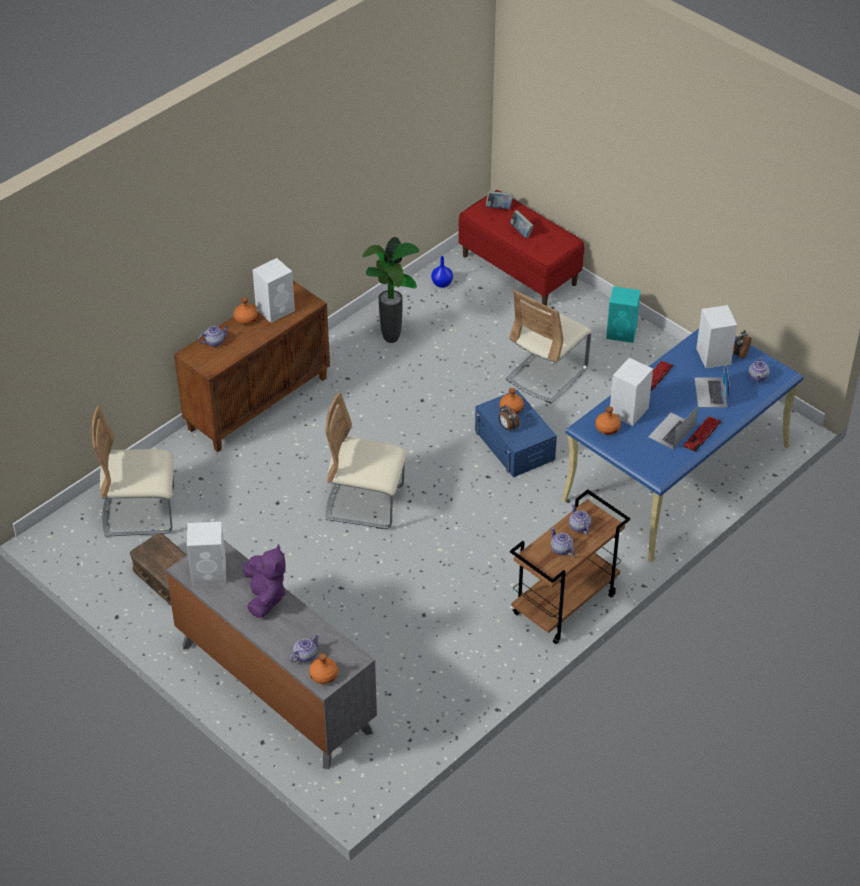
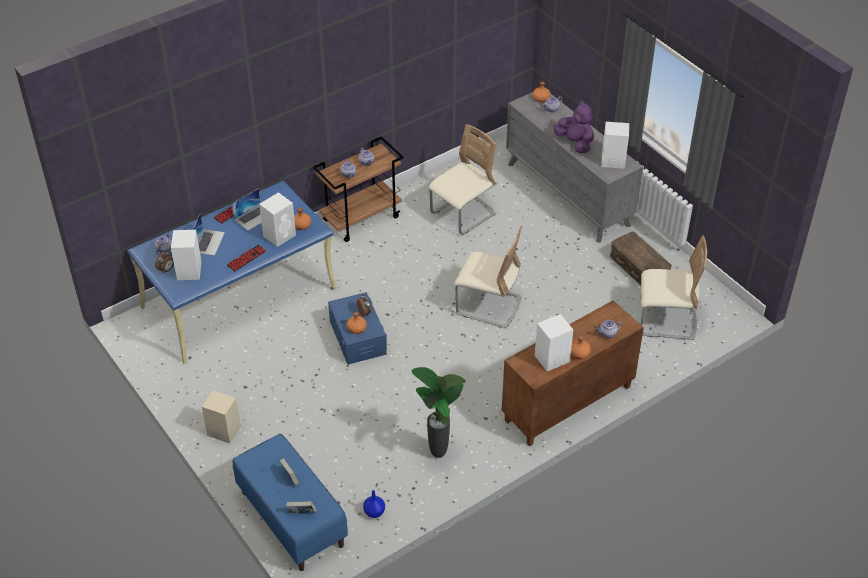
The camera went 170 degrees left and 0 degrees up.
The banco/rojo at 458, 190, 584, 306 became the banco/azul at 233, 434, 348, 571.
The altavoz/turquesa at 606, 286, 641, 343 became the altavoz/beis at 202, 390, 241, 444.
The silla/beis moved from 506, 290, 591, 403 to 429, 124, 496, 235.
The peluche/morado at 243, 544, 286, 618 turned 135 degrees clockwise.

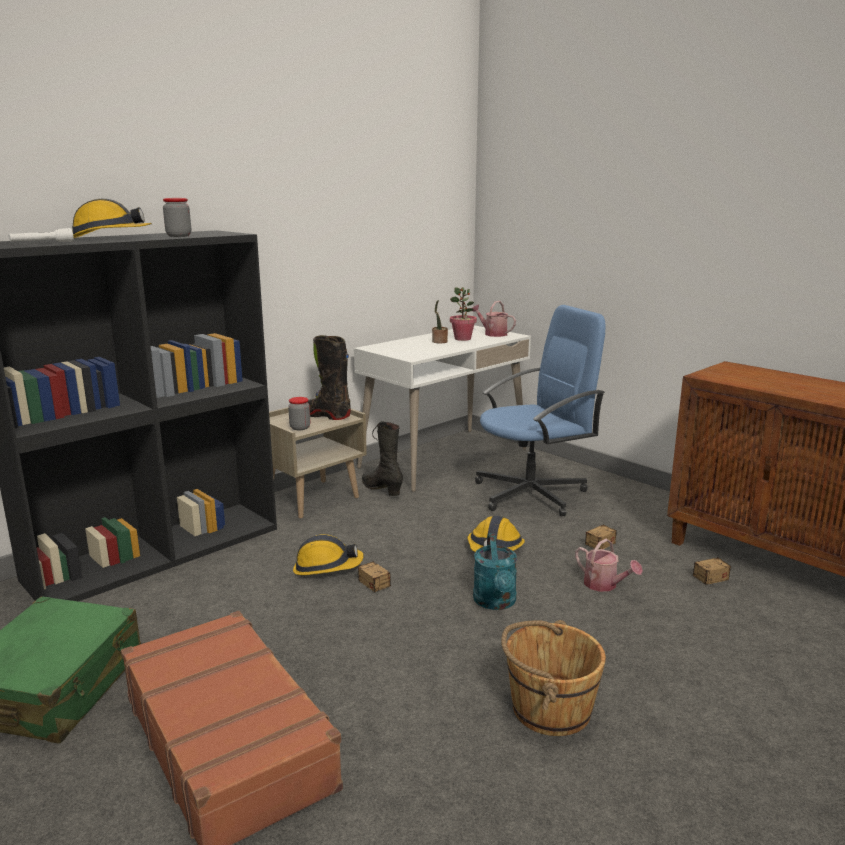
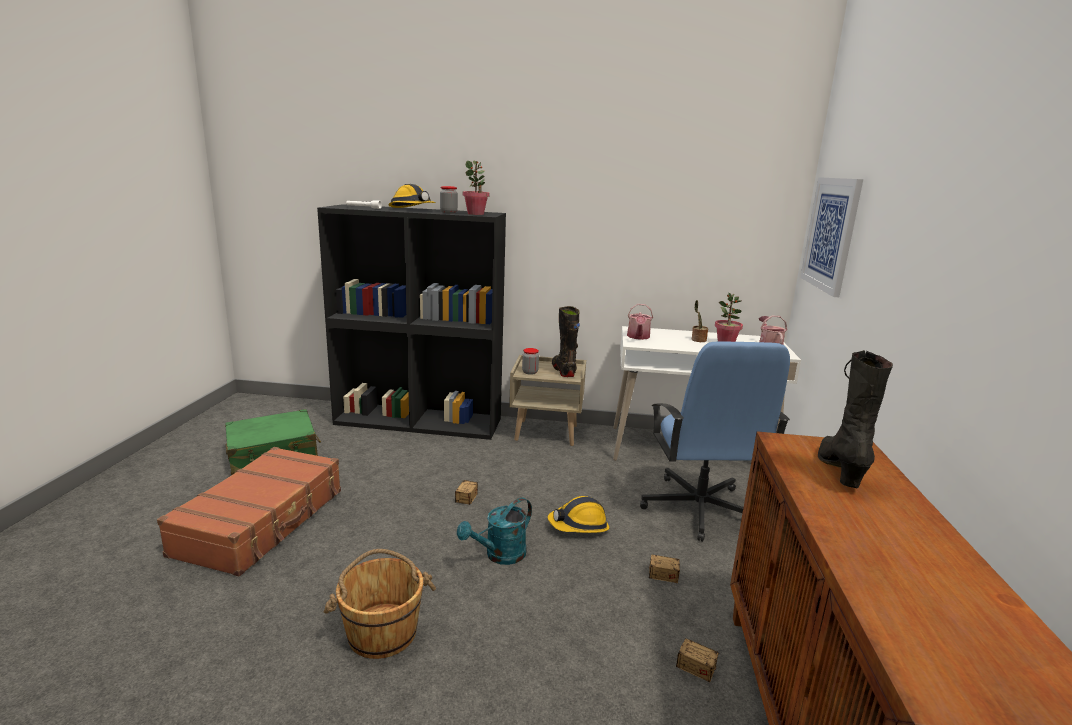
The camera went 50 degrees right and 0 degrees up.
The silla de oficina/azul at 475, 305, 606, 517 turned 60 degrees clockwise.
The bota/negro moved from 362, 421, 403, 496 to 818, 350, 893, 488.
The casco at 293, 534, 364, 575 disappeared.
The regadera moved from 575, 539, 643, 592 to 627, 304, 653, 340.
The planta en maceta at 463, 161, 490, 215 appeared.
The cuadro at 800, 177, 863, 297 appeared.

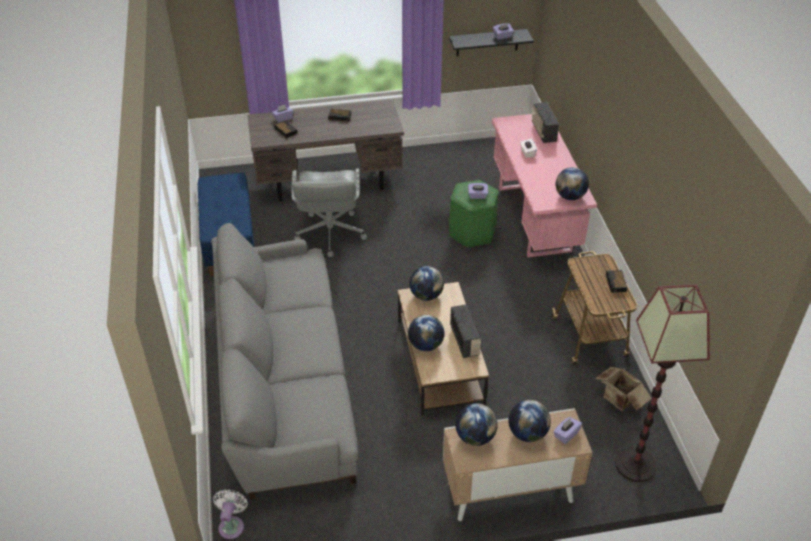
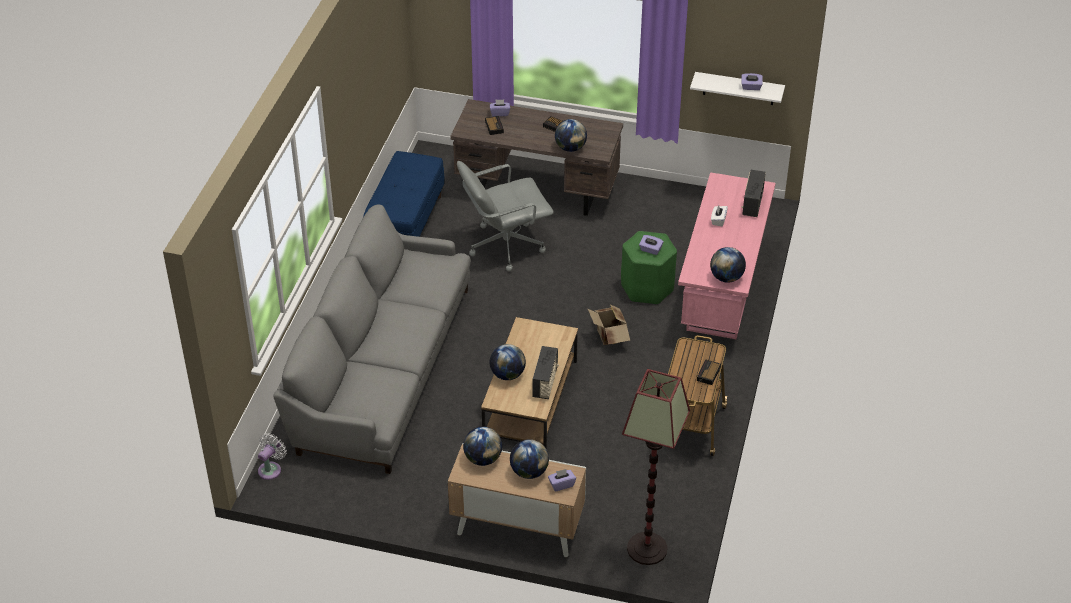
The camera went 25 degrees right and 0 degrees up.
The estante/negro at 449, 29, 534, 56 became the estante/blanco at 690, 72, 785, 105.
The silla de oficina/gris at 291, 169, 367, 257 turned 45 degrees clockwise.
The globo terráqueo moved from 409, 266, 444, 301 to 555, 119, 587, 152.
The caja de cartón moved from 595, 367, 652, 411 to 588, 304, 630, 345.

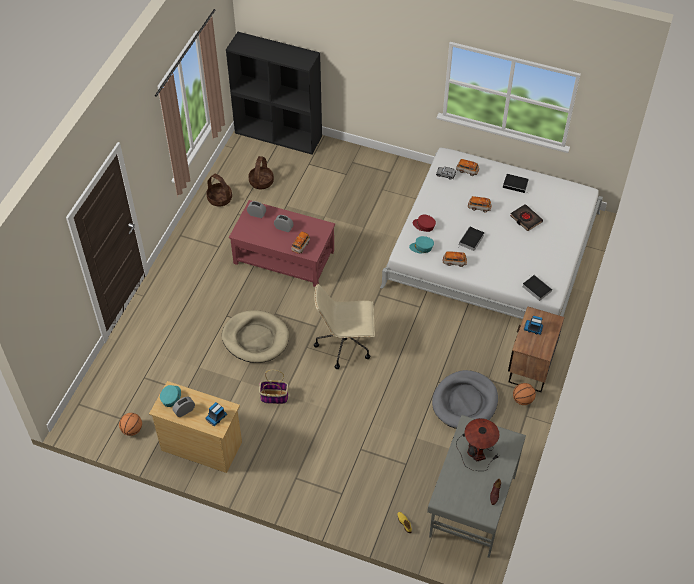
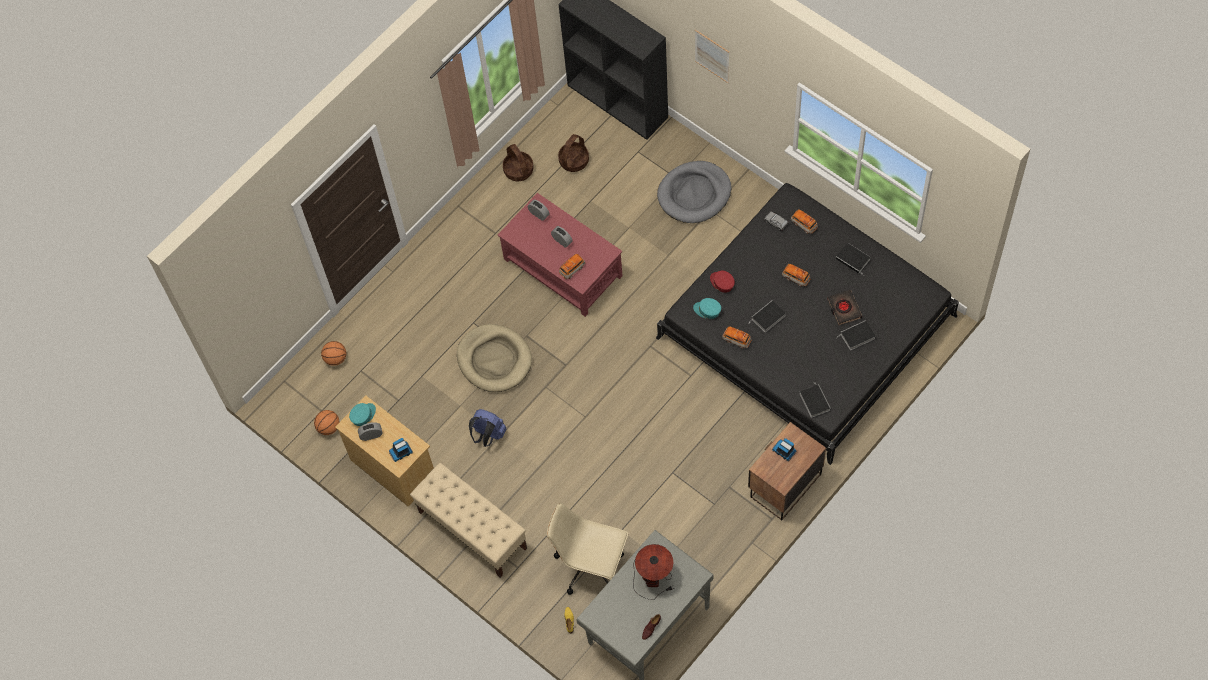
The camera went 25 degrees right and 10 degrees up.
The cama/blanco at 380, 148, 603, 341 became the cama/negro at 656, 183, 959, 465.
The silla de oficina/beis moved from 314, 284, 375, 369 to 547, 503, 628, 595.
The cesta at 259, 370, 288, 404 was replaced by the mochila/azul at 469, 409, 507, 447.
The cama para perro/gris moved from 432, 370, 498, 429 to 657, 161, 731, 223.
The balón de baloncesto moved from 513, 383, 536, 405 to 321, 341, 346, 366.
The cuadro at 695, 30, 729, 83 appeared.
The libro at 837, 320, 875, 350 appeared.
The banco/beis at 410, 463, 527, 578 appeared.

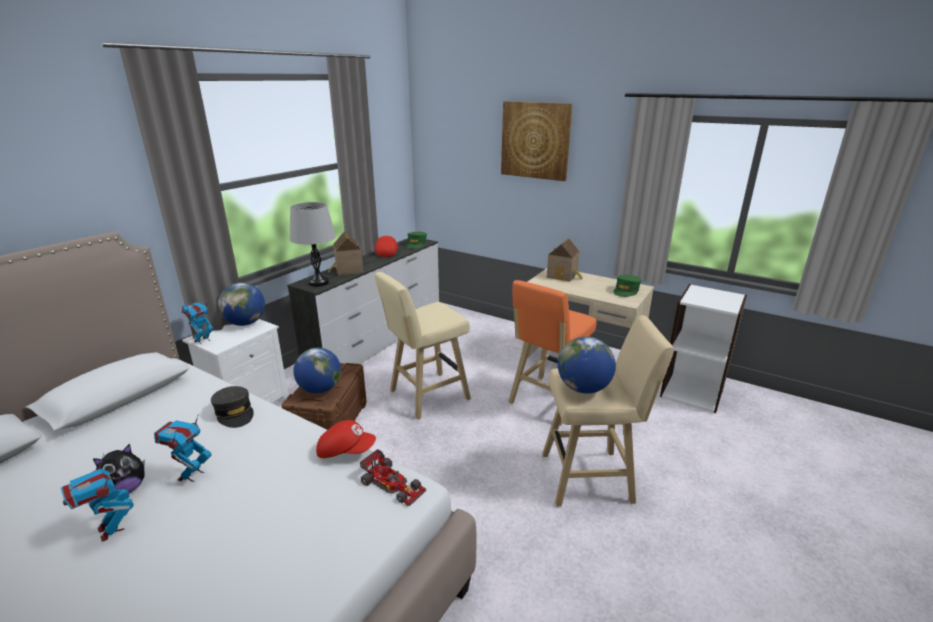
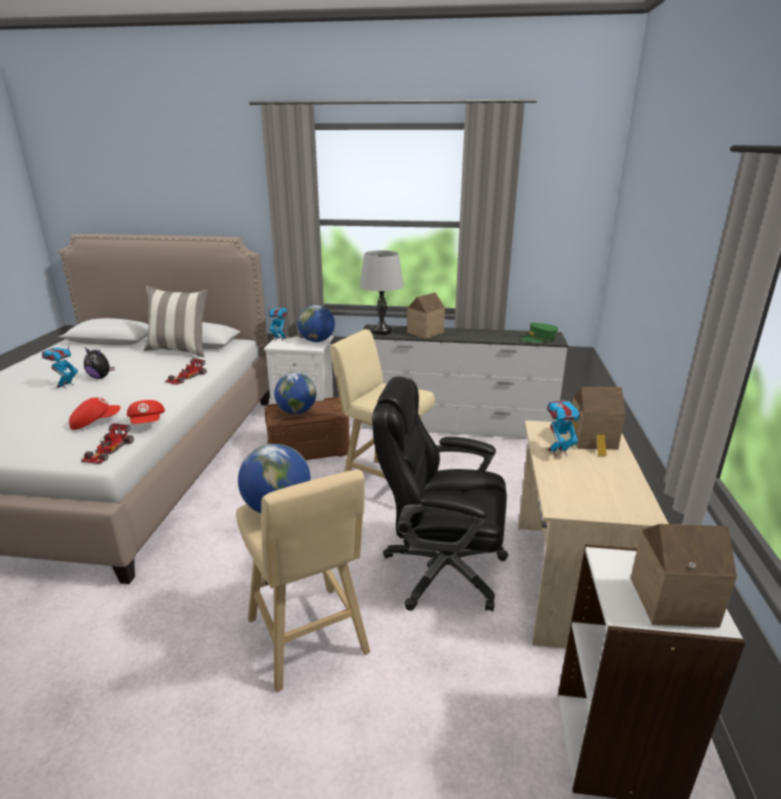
The camera went 65 degrees right and 0 degrees up.
The cuadro at 501, 101, 573, 181 disappeared.
The gorra/rojo moved from 375, 235, 398, 257 to 69, 397, 121, 430.
The gorra/verde at 614, 275, 641, 297 disappeared.
The taburete/naranja at 508, 280, 597, 425 was replaced by the silla de oficina/negro at 372, 376, 508, 612.
The gorra/gris at 211, 386, 254, 428 was replaced by the coche de juguete at 165, 358, 207, 385.
The robot de juguete moved from 154, 413, 211, 482 to 546, 400, 584, 457.
The cojín at 144, 286, 208, 357 appeared.
The casita at 631, 524, 737, 628 appeared.

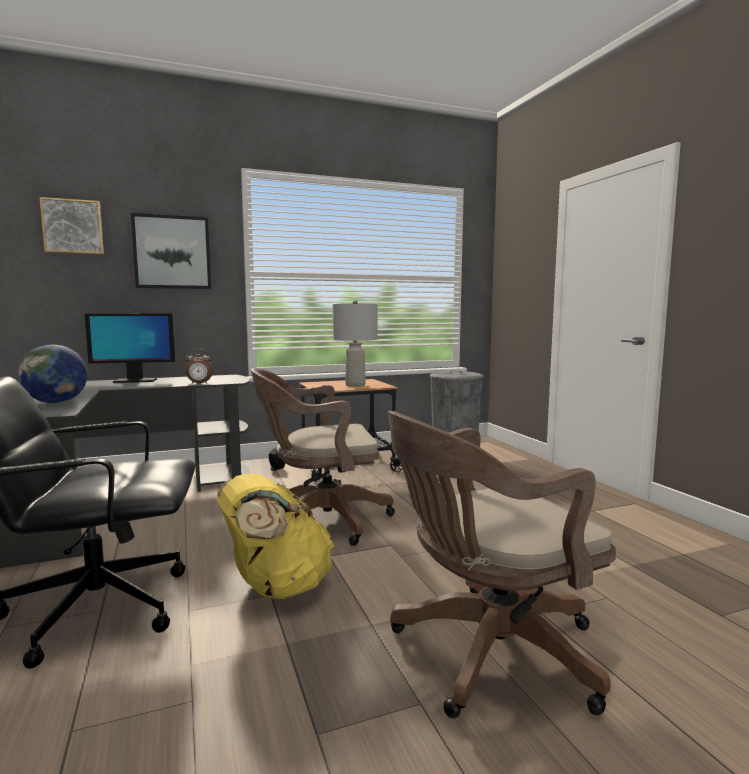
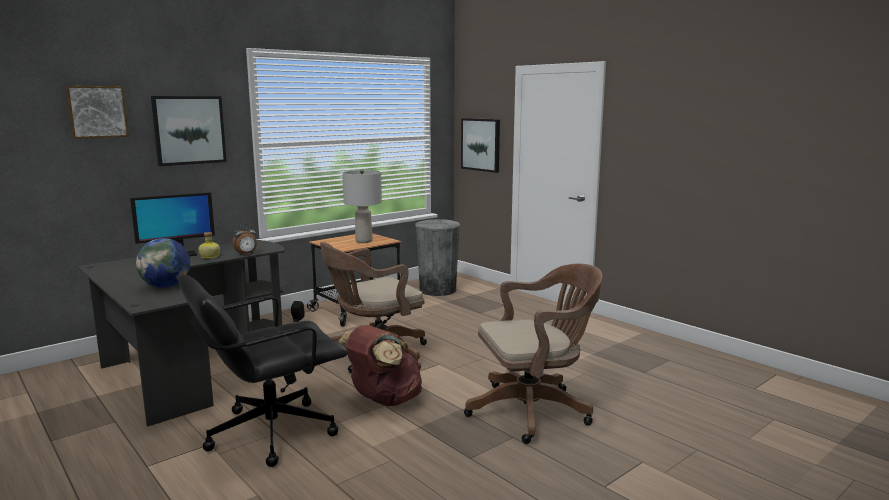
The camera went 20 degrees left and 5 degrees up.
The silla de oficina/marrón at 388, 411, 616, 718 turned 150 degrees counterclockwise.
The mochila/amarillo at 217, 473, 334, 599 became the mochila/marrón at 338, 325, 422, 406.
The cuadro at 461, 118, 500, 173 appeared.
The botella at 198, 232, 220, 258 appeared.

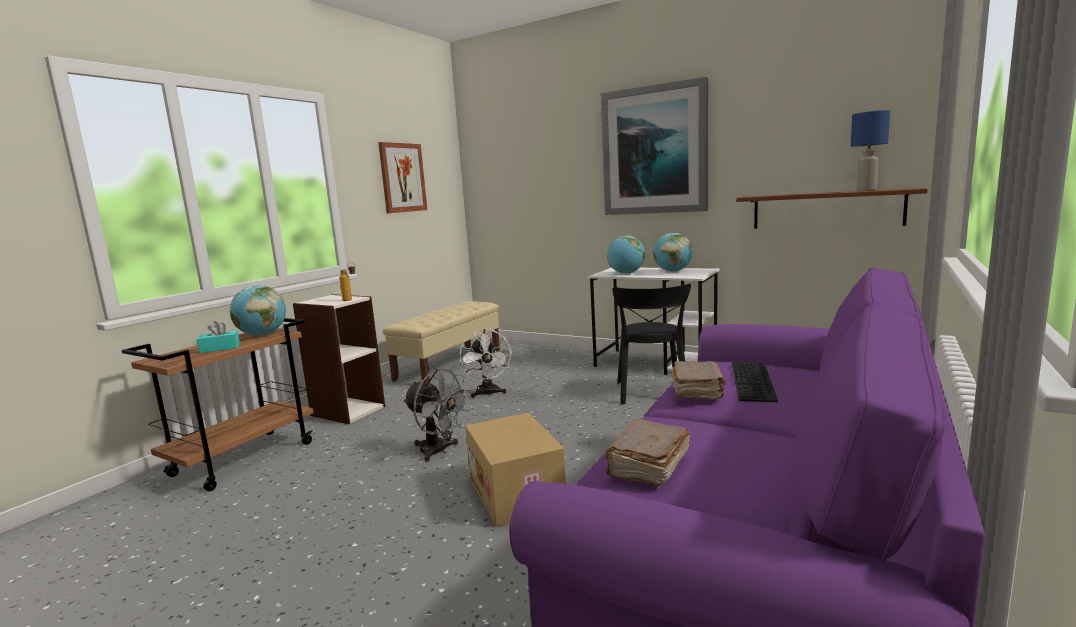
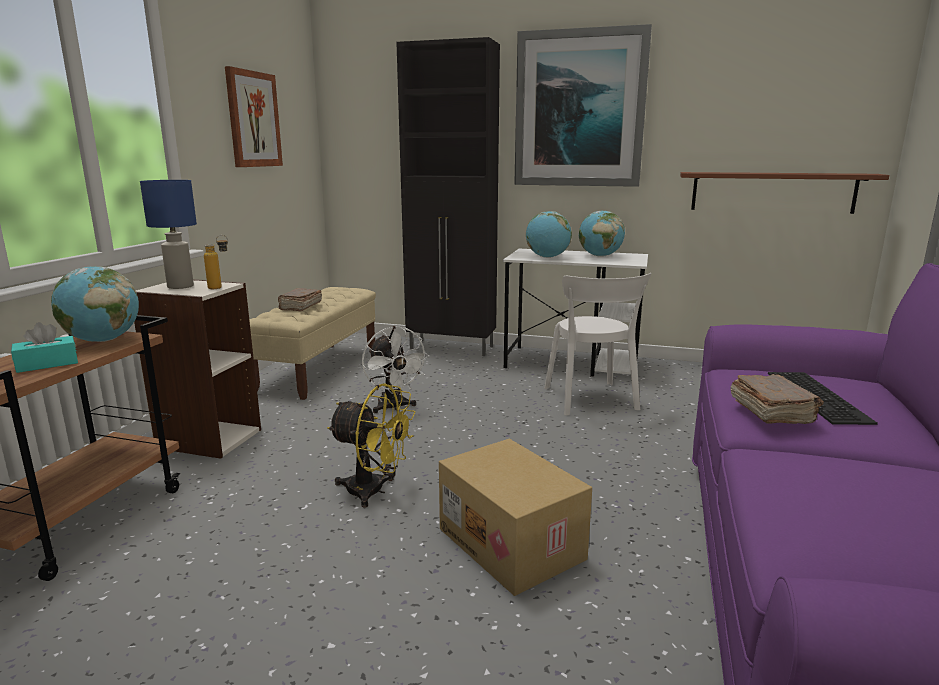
The camera went 15 degrees left and 5 degrees up.
The lámpara de mesa/azul moved from 851, 110, 890, 191 to 140, 180, 197, 289.
The silla/negro at 612, 284, 691, 404 became the silla/blanco at 544, 273, 651, 415.
The ventilador/gris at 403, 368, 471, 462 became the ventilador/amarillo at 327, 384, 415, 508.
The libro/marrón moved from 605, 420, 690, 488 to 278, 288, 322, 312.
The armario/negro at 396, 37, 500, 356 appeared.

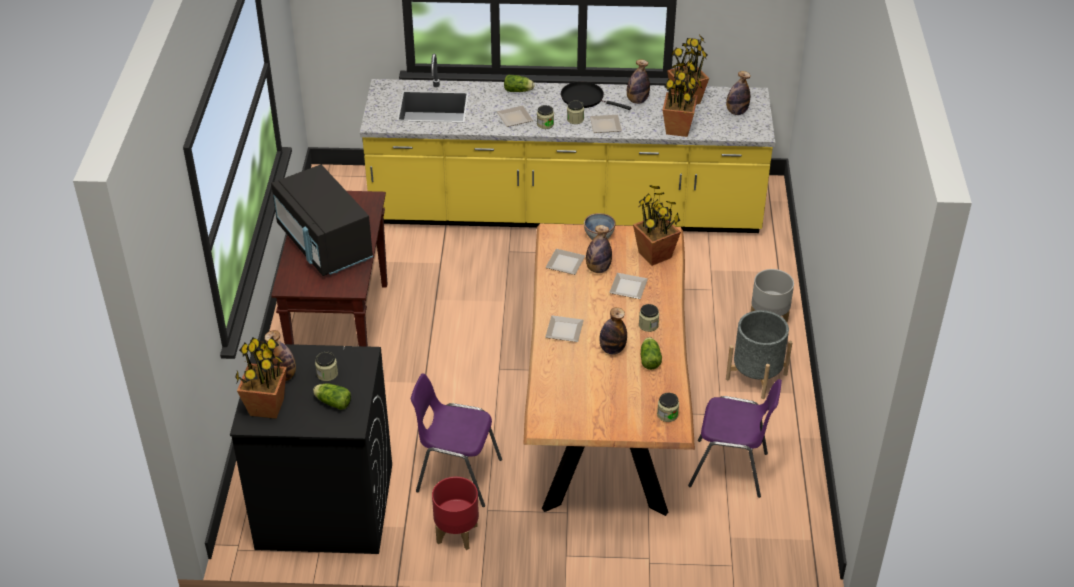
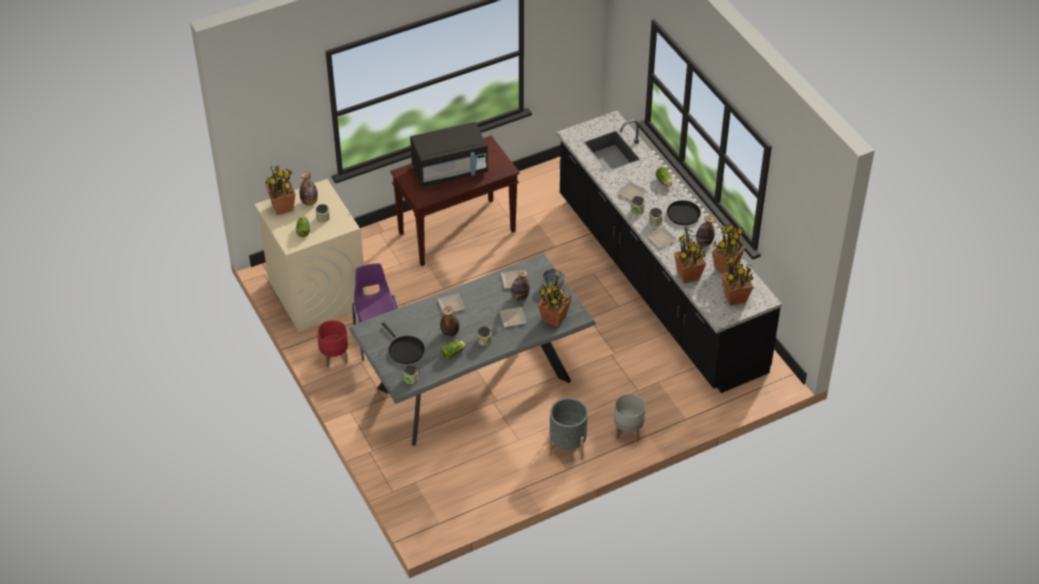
The camera went 60 degrees right and 5 degrees up.
The mueble bajo de cocina/amarillo at 360, 54, 775, 233 became the mueble bajo de cocina/negro at 556, 111, 782, 393.
The botella at 726, 71, 751, 115 was replaced by the planta en maceta at 722, 251, 754, 306.
The microondas/negro at 271, 165, 373, 276 turned 135 degrees counterclockwise.
The mesa de comedor/marrón at 523, 224, 695, 516 became the mesa de comedor/gris at 349, 253, 596, 446.
The lavadora/negro at 230, 344, 392, 554 became the lavadora/beis at 255, 179, 367, 332.
The silla/morado at 688, 379, 782, 498 disappeared.
The sartén/negro at 381, 322, 425, 364 appeared.

